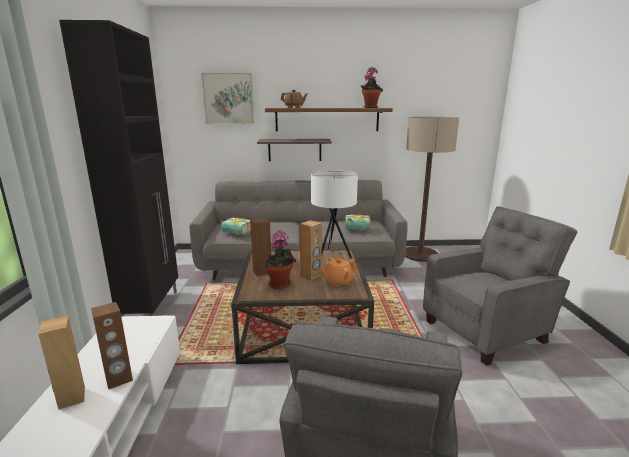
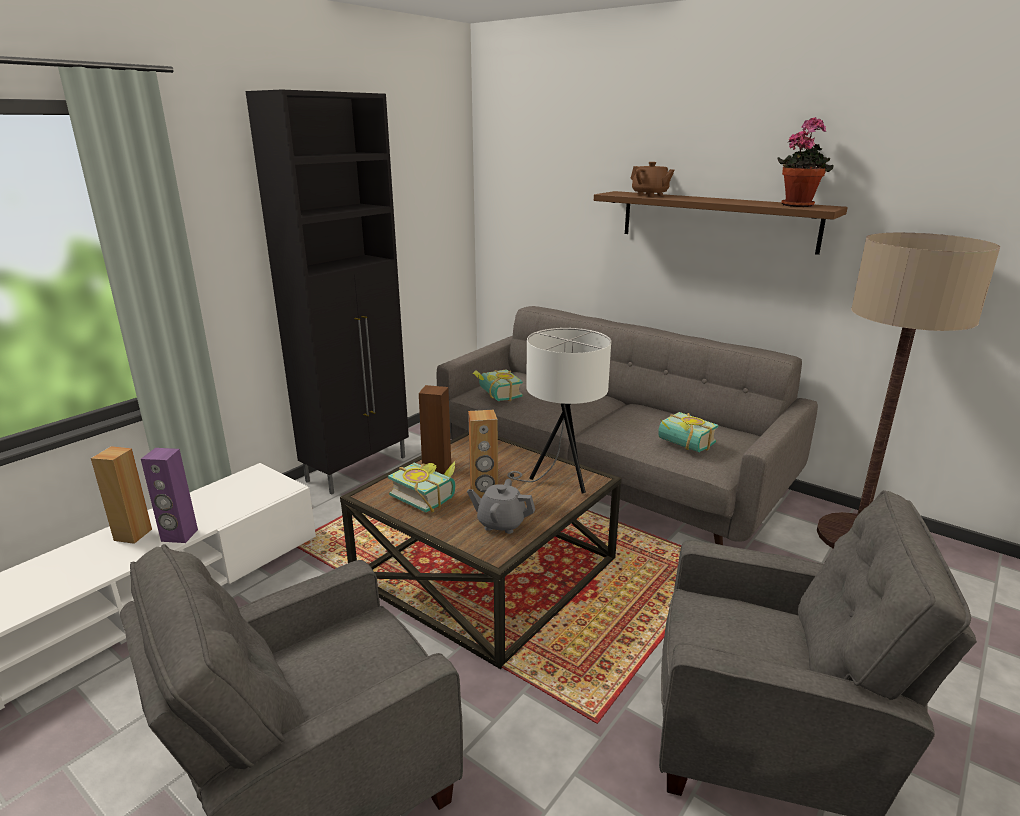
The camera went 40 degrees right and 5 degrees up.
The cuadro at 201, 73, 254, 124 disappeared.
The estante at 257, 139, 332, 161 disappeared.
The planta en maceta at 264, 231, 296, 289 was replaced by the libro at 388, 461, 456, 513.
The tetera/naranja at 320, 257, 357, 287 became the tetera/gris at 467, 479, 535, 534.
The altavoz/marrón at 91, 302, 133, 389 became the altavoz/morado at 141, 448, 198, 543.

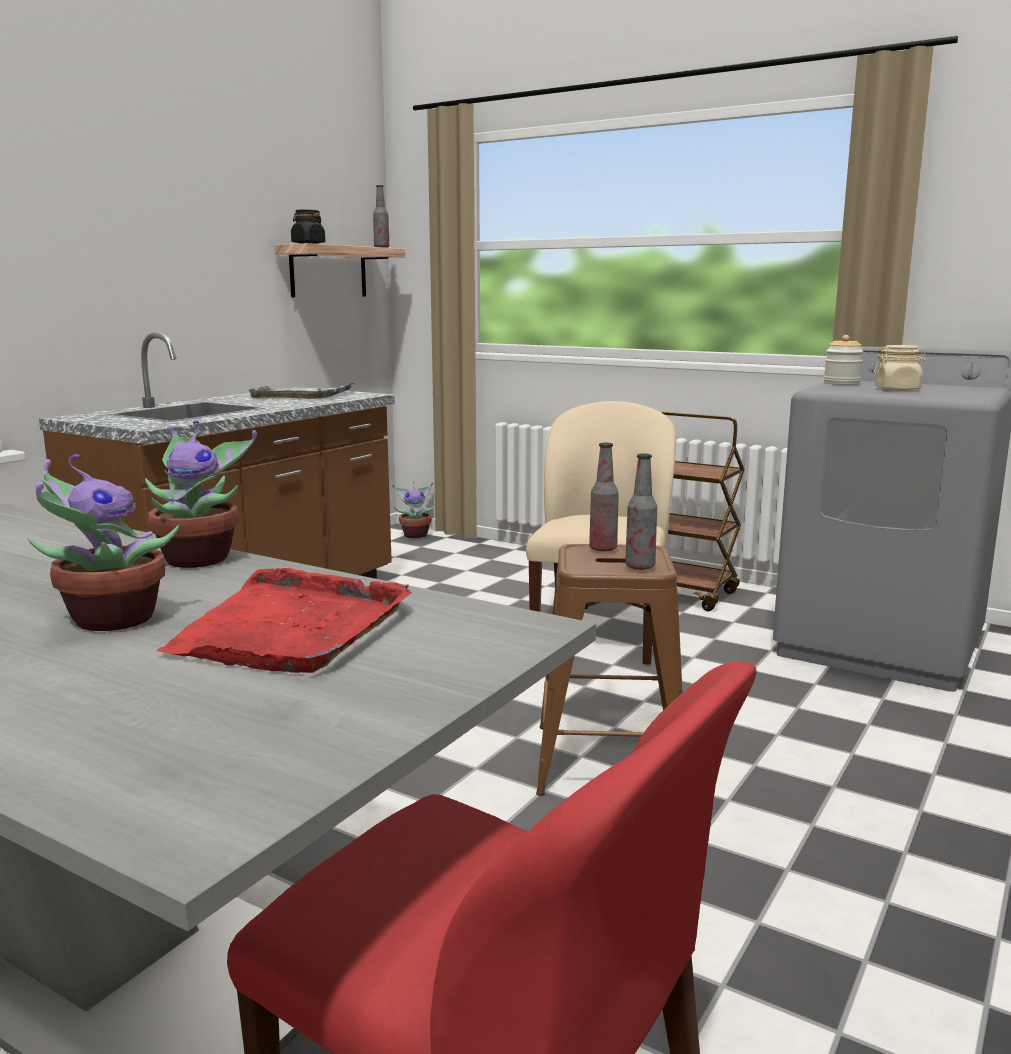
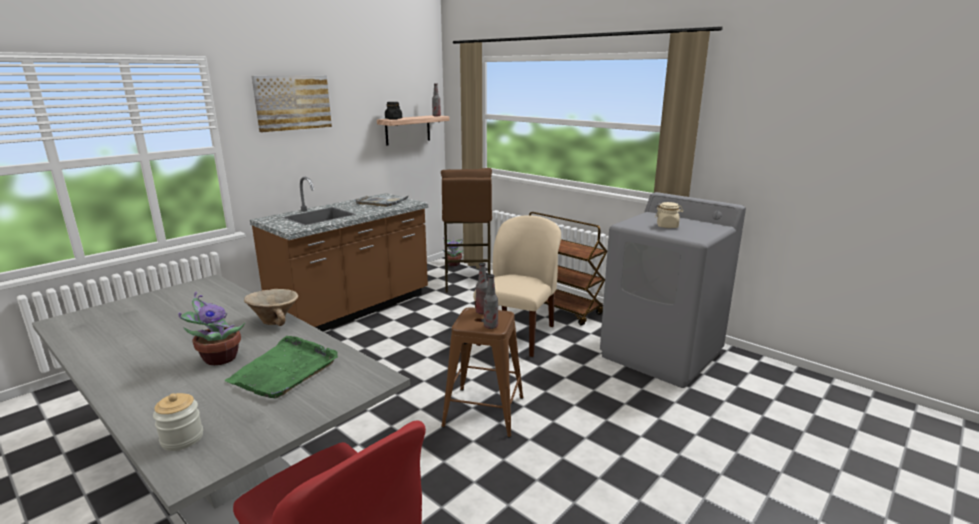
The camera went 10 degrees right and 5 degrees up.
The tarro moved from 824, 335, 864, 385 to 153, 393, 203, 451.
The planta en maceta at 145, 420, 257, 568 was replaced by the cuenco/beis at 244, 289, 298, 326.
The bandeja/rojo at 156, 568, 412, 673 became the bandeja/verde at 224, 336, 338, 399.
The cuadro at 252, 75, 332, 132 appeared.
The taburete/marrón at 441, 168, 492, 293 appeared.

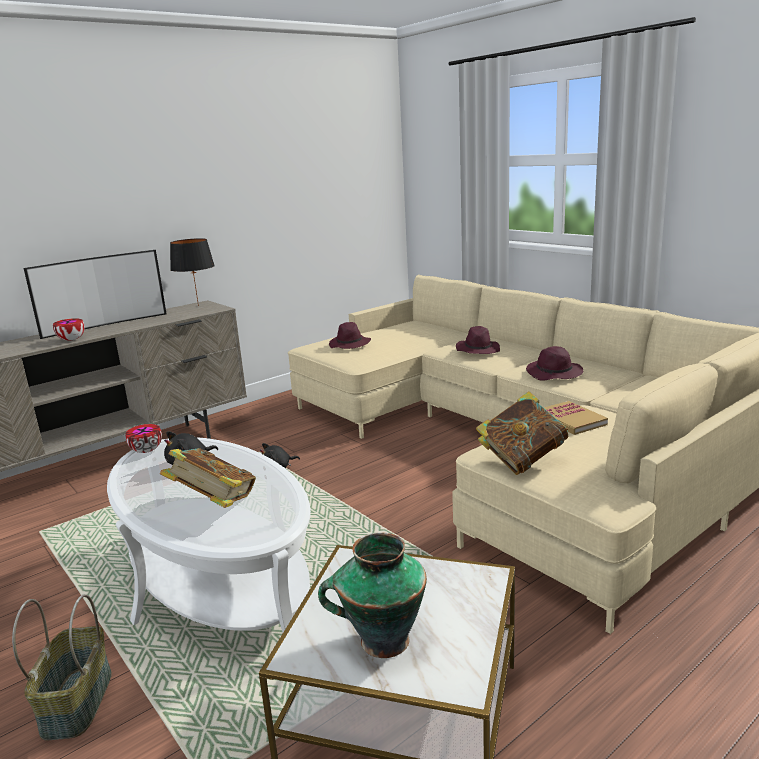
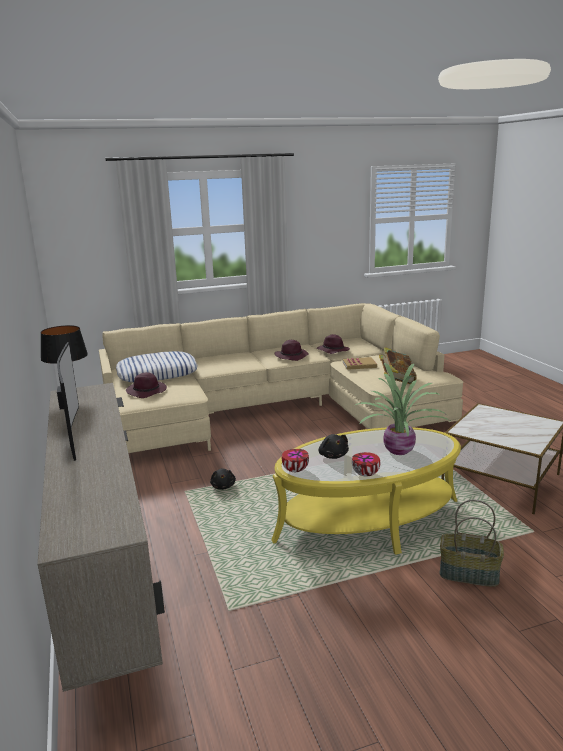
The camera went 70 degrees left and 0 degrees up.
The cuenco moved from 53, 318, 85, 341 to 352, 452, 380, 477.
The sombrero/morado moved from 456, 326, 500, 354 to 317, 334, 350, 354.
The mesa de centro/blanco at 107, 437, 311, 632 became the mesa de centro/amarillo at 271, 428, 461, 555.
The libro at 160, 448, 256, 508 was replaced by the planta en maceta at 354, 363, 450, 455.
The florero at 318, 532, 427, 658 disappeared.
The cojín at 116, 351, 198, 382 appeared.

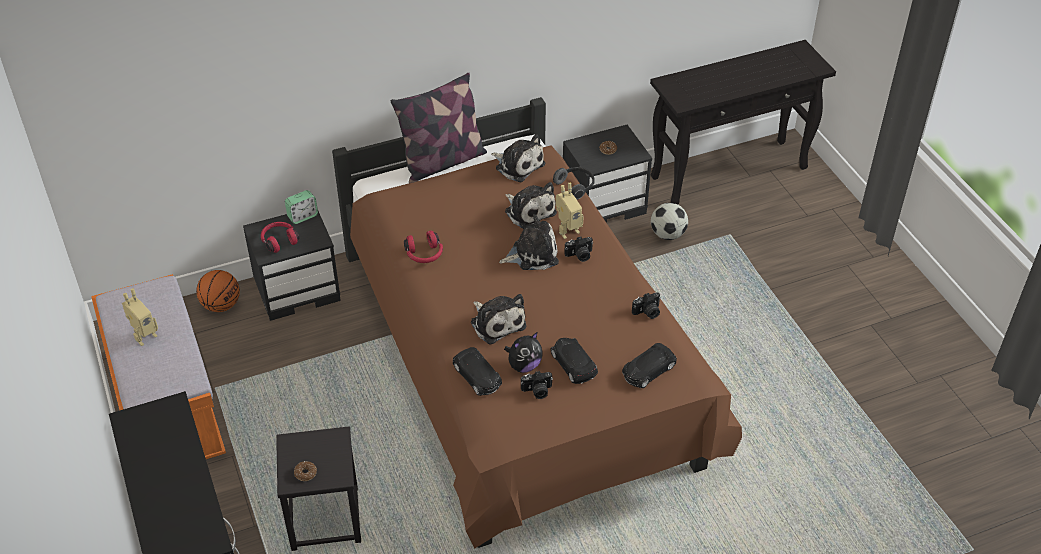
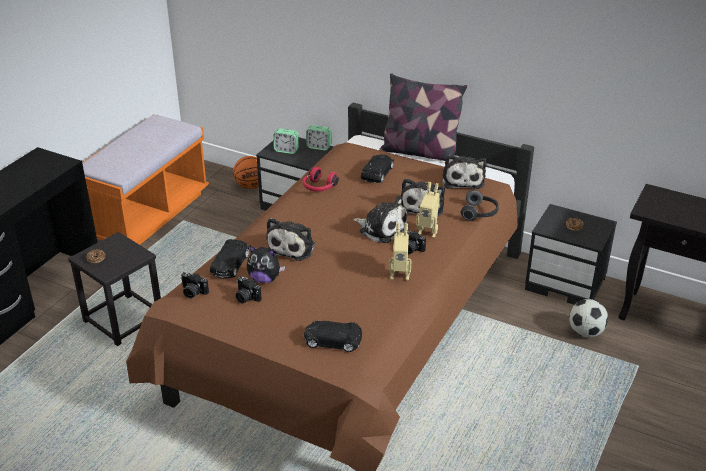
The camera went 50 degrees right and 10 degrees down.
The auriculares/rojo at 261, 222, 299, 253 was replaced by the despertador at 273, 128, 299, 154.
The robot de juguete moved from 122, 288, 158, 346 to 389, 223, 411, 280.
The cámara moved from 632, 293, 661, 319 to 181, 272, 209, 299.
The coche de juguete/negro moved from 550, 338, 598, 384 to 361, 155, 394, 183.

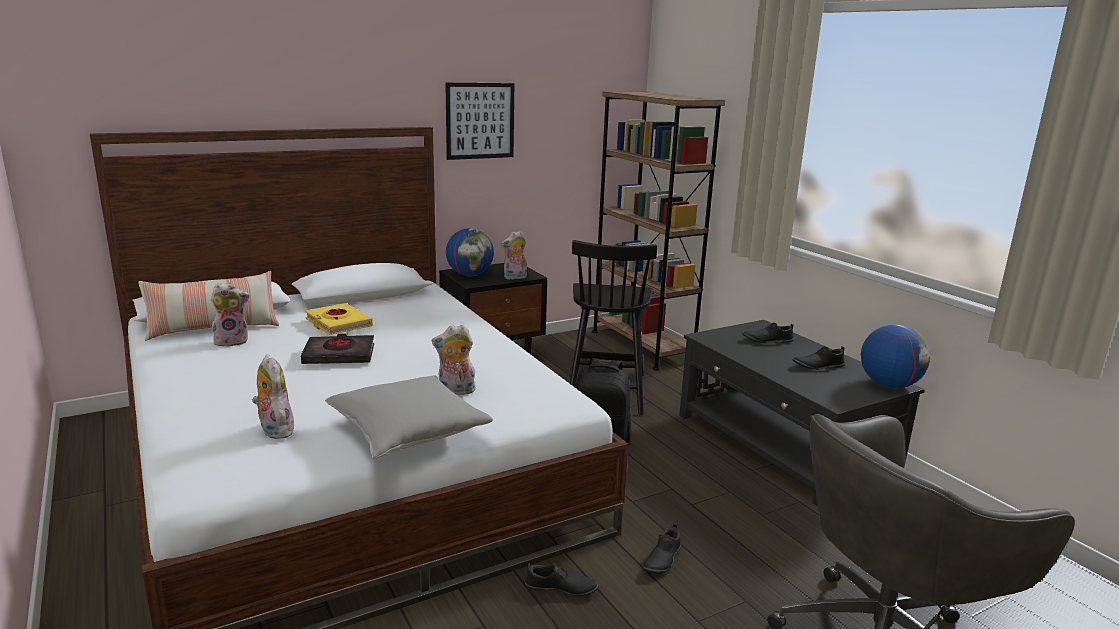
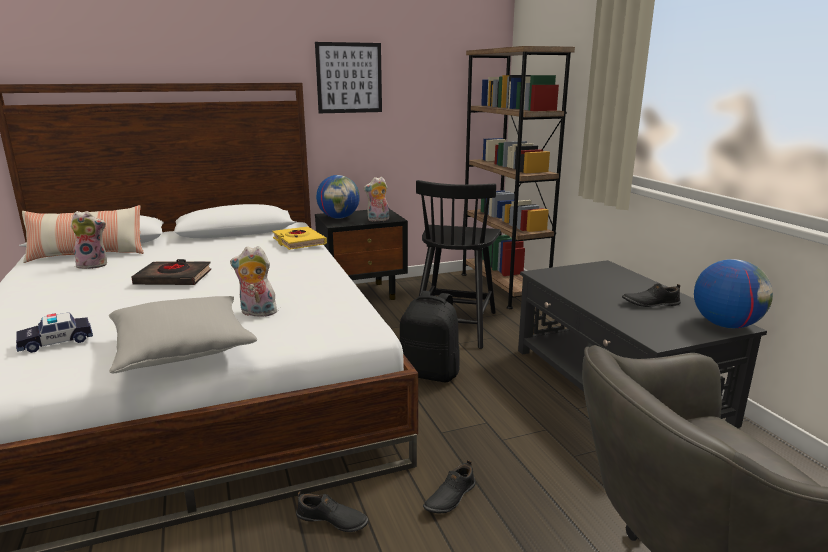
The camera went 10 degrees right and 0 degrees up.
The libro/amarillo moved from 305, 303, 373, 335 to 273, 227, 327, 250.
The zapato/negro at 742, 323, 794, 343 disappeared.
The peluche at 252, 354, 294, 439 was replaced by the coche de juguete at 16, 312, 93, 353.

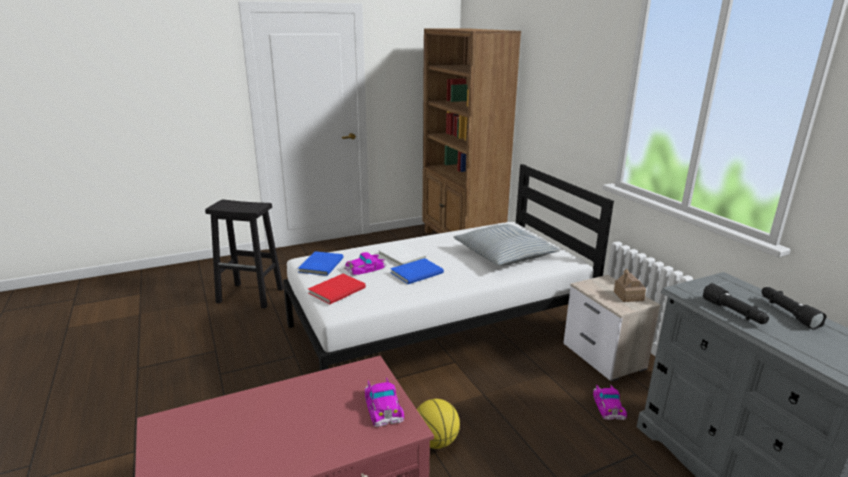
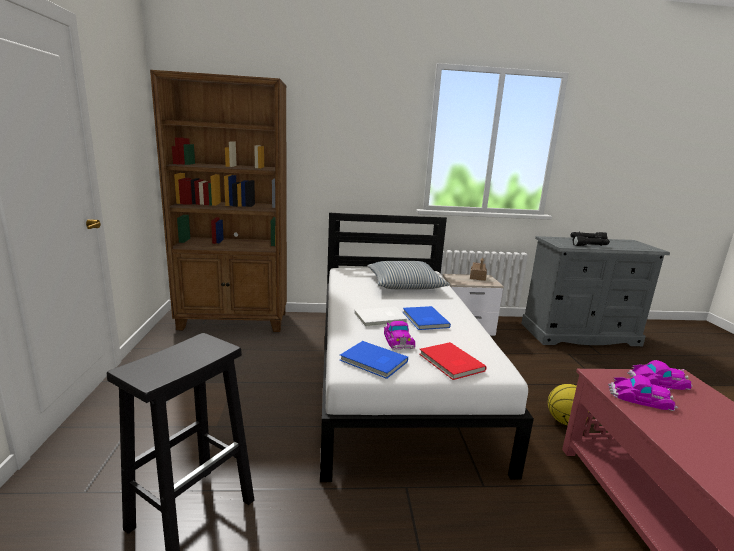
The camera went 70 degrees left and 5 degrees down.
The coche de juguete moved from 593, 384, 627, 420 to 608, 375, 678, 411.

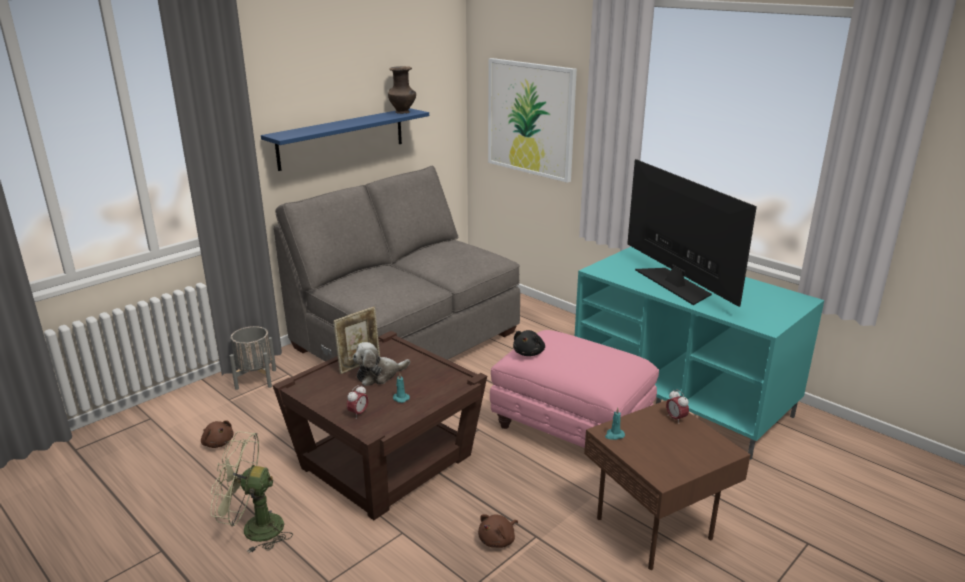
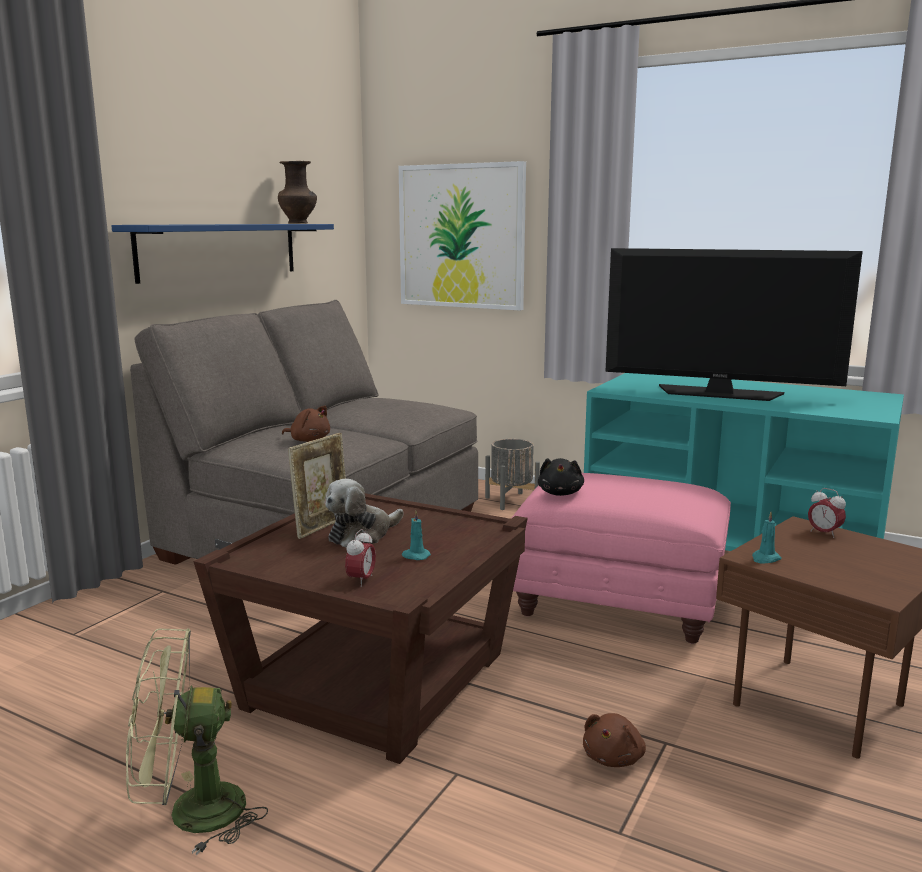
The camera went 15 degrees left and 10 degrees down.
The televisor at 627, 159, 757, 307 turned 150 degrees clockwise.
The maceta/gris moved from 229, 326, 276, 390 to 485, 439, 540, 510.
The peluche/marrón moved from 201, 420, 234, 448 to 282, 406, 330, 442.

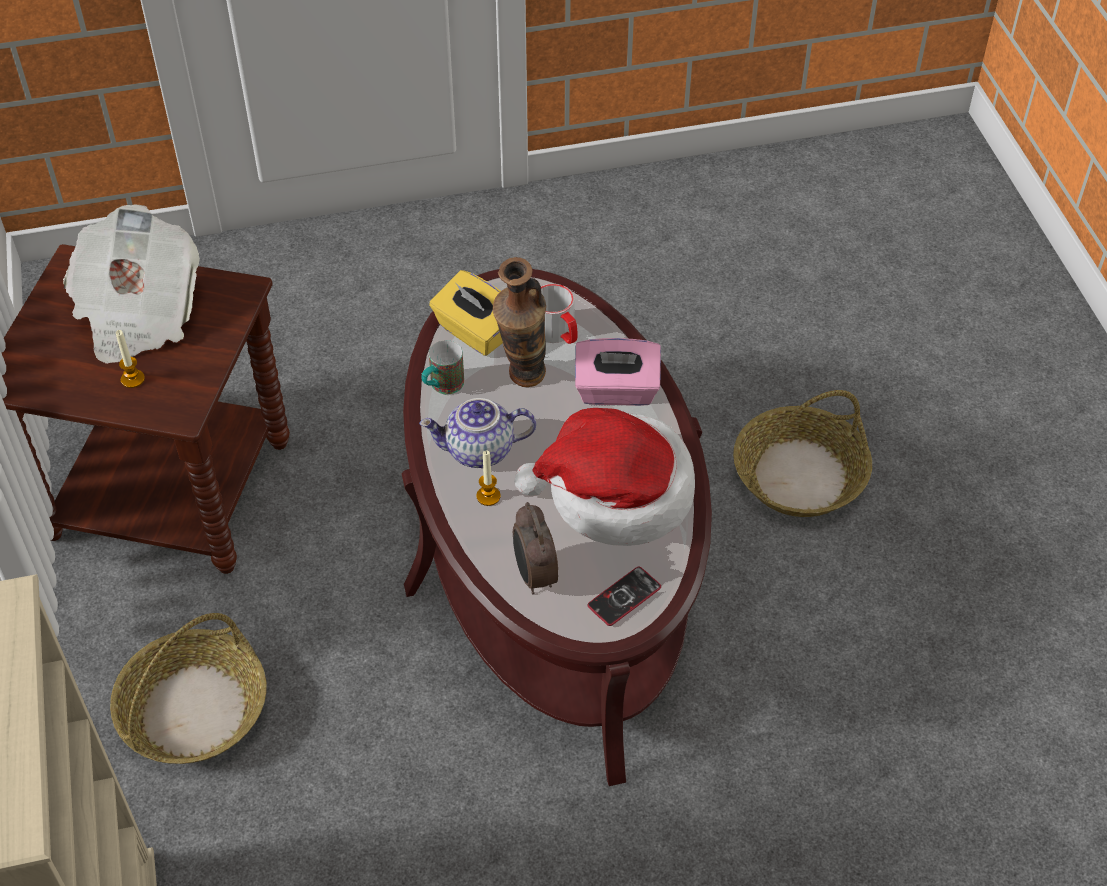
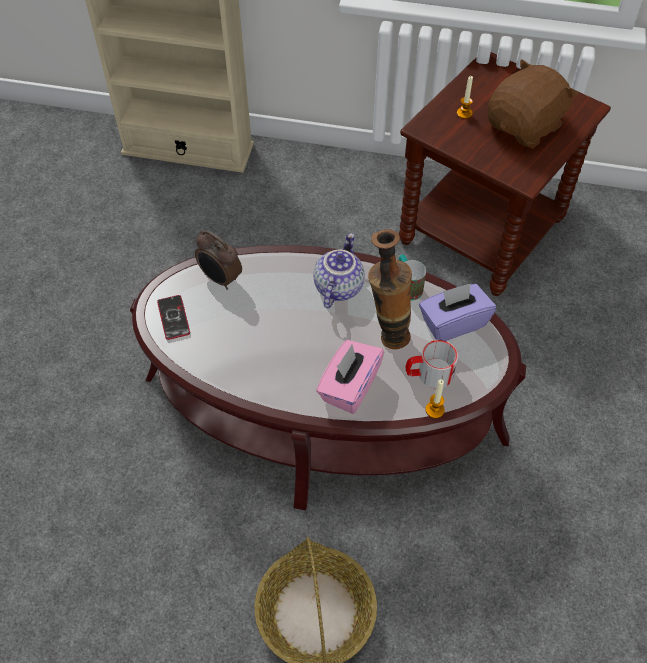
The camera went 115 degrees right and 5 degrees up.
The periódico at 63, 204, 200, 364 was replaced by the peluche/marrón at 487, 59, 578, 149.
The caja de pañuelos/amarillo at 429, 270, 503, 356 became the caja de pañuelos/morado at 419, 283, 496, 341.
The sombrero at 514, 408, 695, 546 disappeared.
The vela moved from 476, 451, 501, 506 to 425, 379, 445, 418.
The despertador at 513, 502, 558, 594 turned 150 degrees counterclockwise.
The cesta at 110, 613, 266, 764 disappeared.

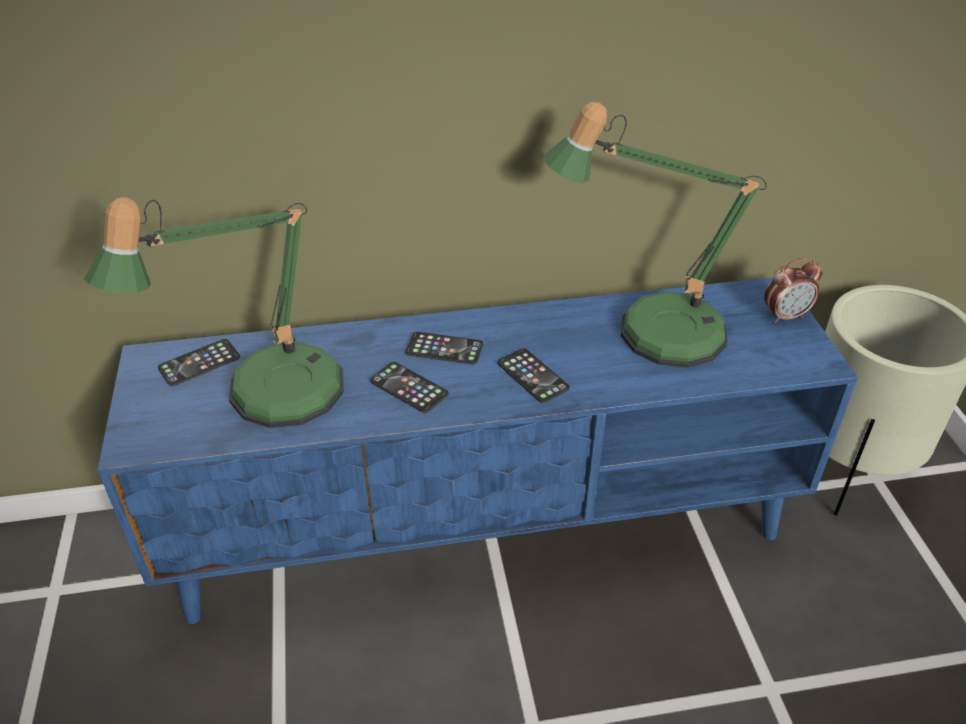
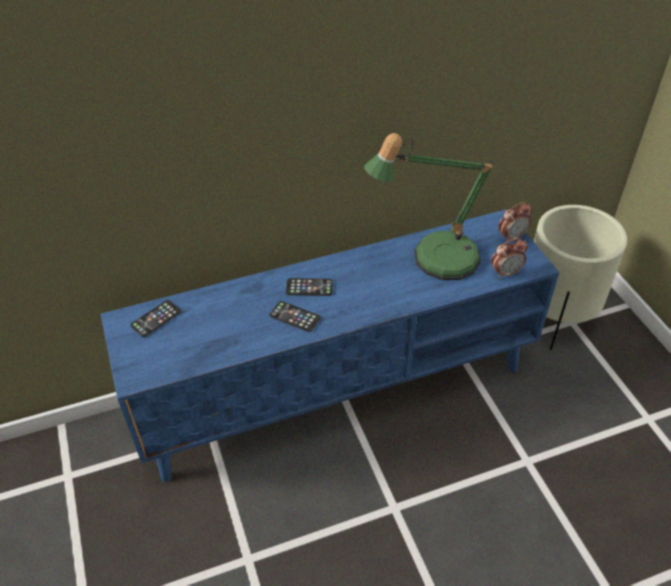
The camera went 10 degrees left and 5 degrees up.
The lámpara de mesa at 84, 197, 344, 428 disappeared.
The móvil at 497, 348, 570, 403 disappeared.
The despertador at 491, 238, 528, 278 appeared.

